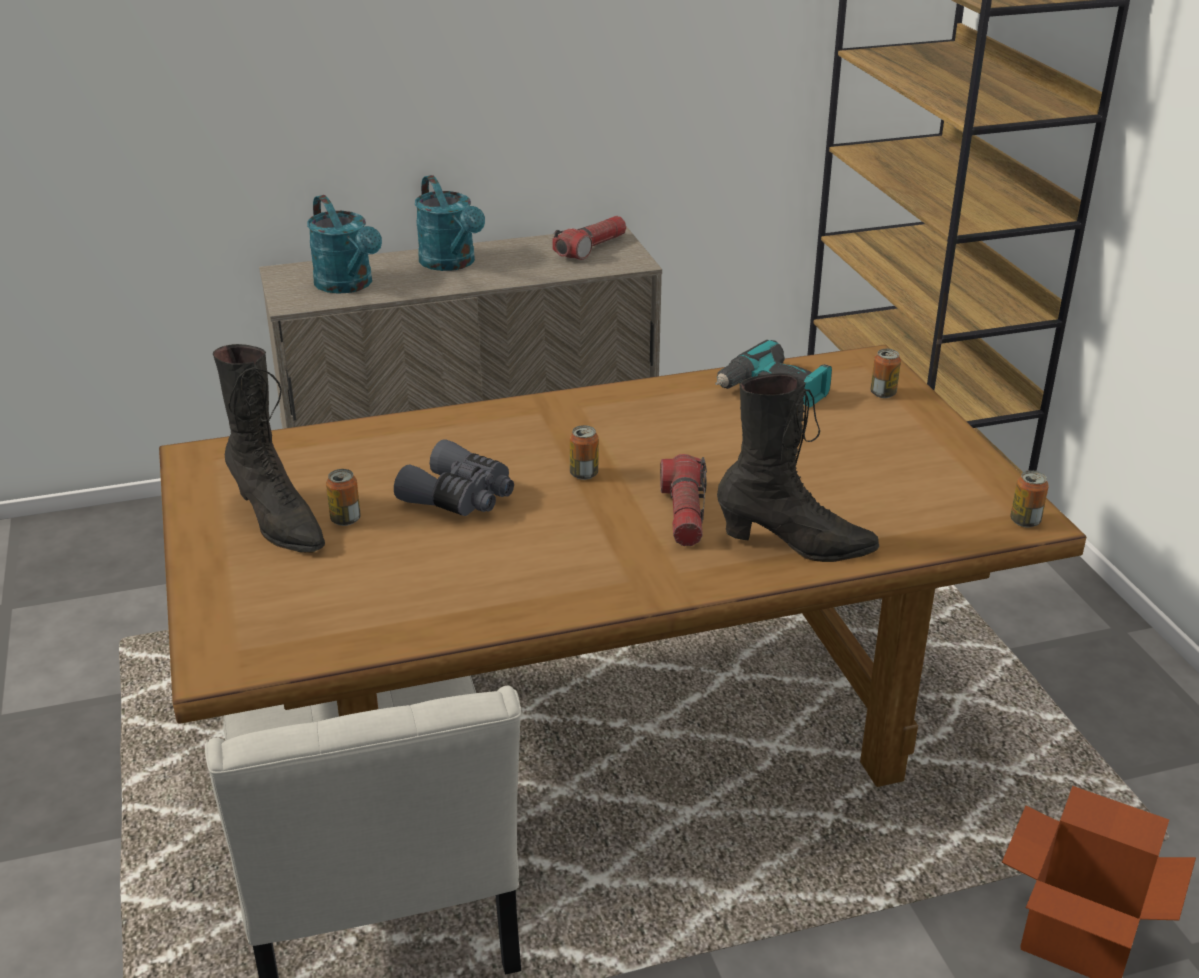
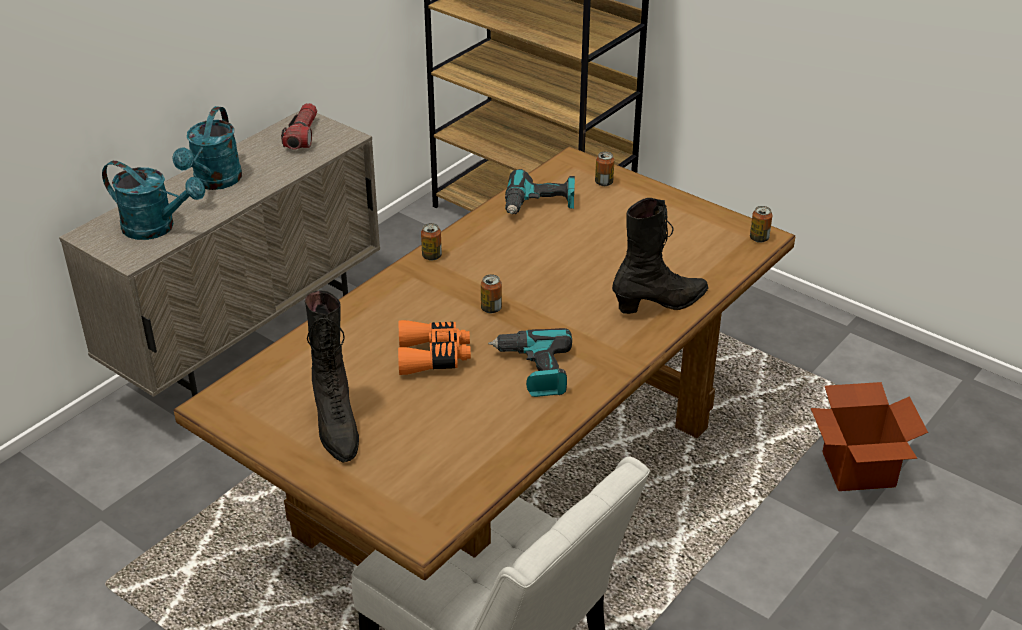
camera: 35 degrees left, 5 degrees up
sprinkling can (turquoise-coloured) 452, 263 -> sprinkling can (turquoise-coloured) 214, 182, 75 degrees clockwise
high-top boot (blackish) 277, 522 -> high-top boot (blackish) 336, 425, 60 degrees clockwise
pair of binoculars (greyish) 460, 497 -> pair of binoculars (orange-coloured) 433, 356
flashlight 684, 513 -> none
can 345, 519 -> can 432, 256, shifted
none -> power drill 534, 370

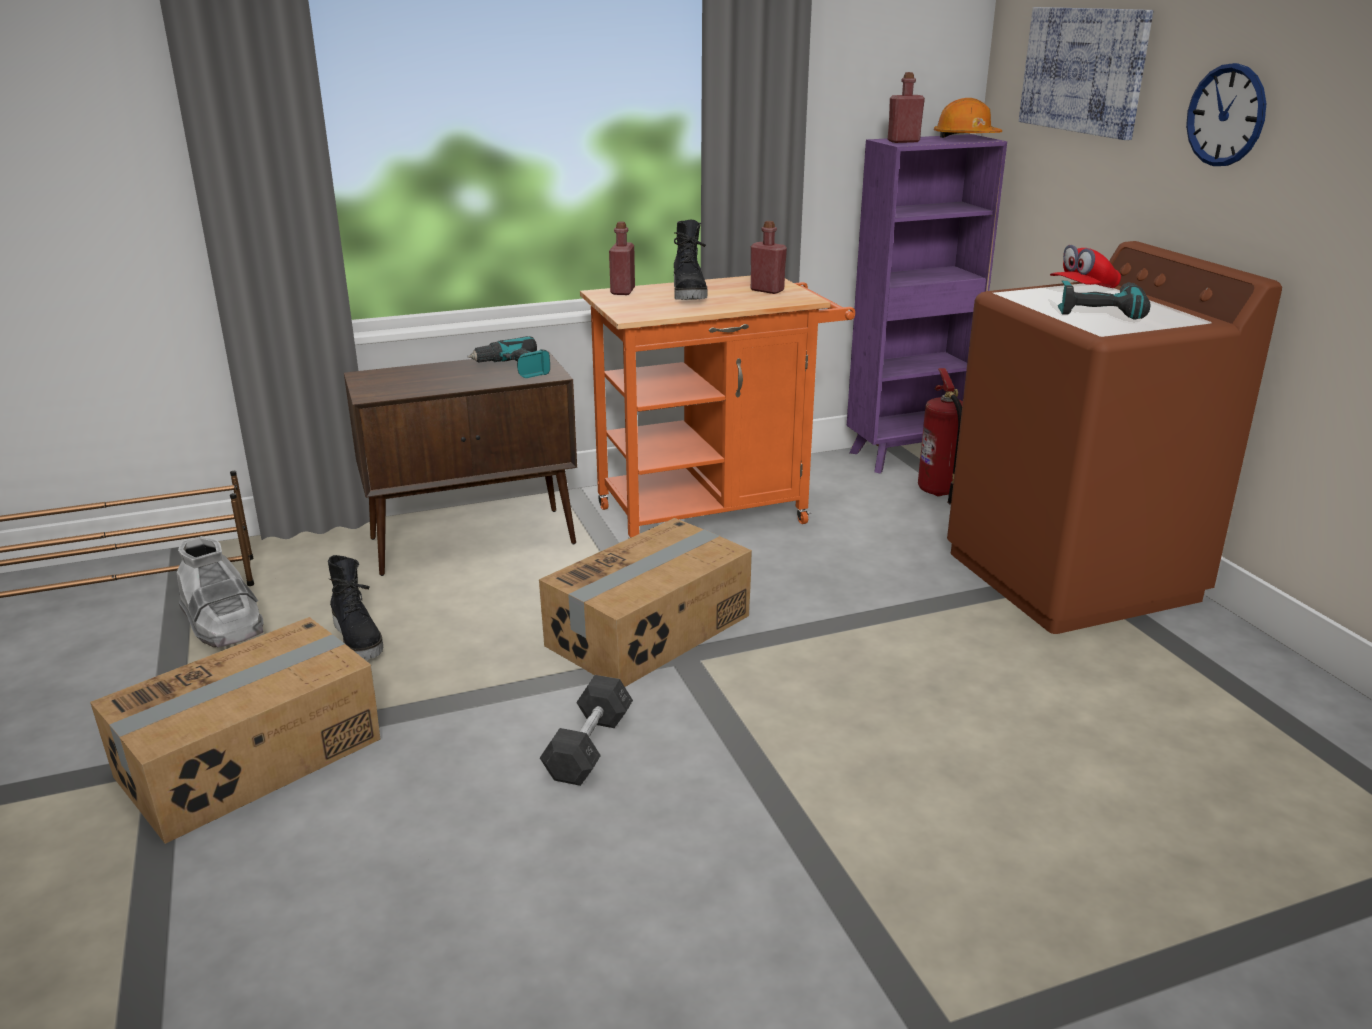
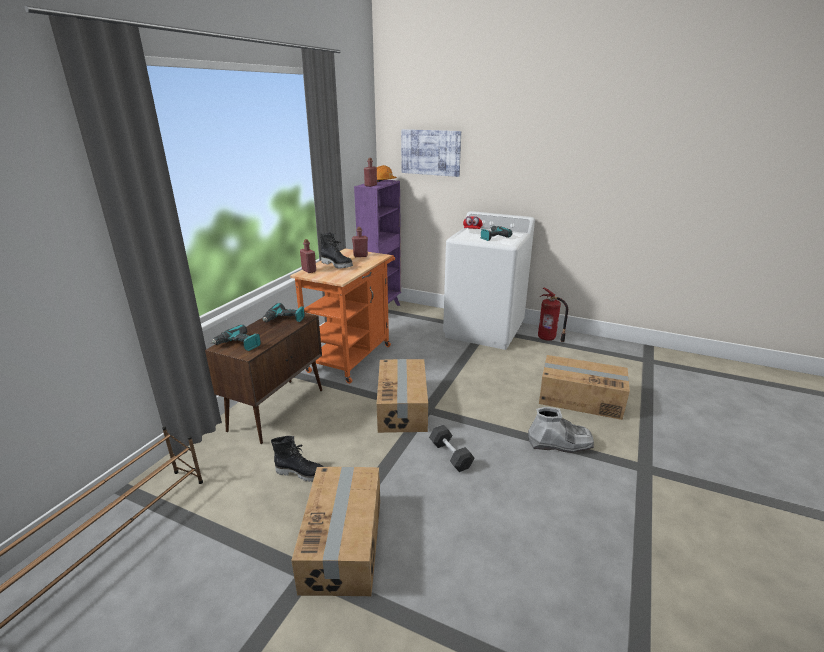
camera: 45 degrees left, 0 degrees up
clock on the wall 1226, 115 -> none
laundry appliance (brown) 1072, 576 -> laundry appliance (white-coloured) 484, 330
extinguisher 938, 492 -> extinguisher 547, 338, shifted
high-top boot (greyish) 223, 625 -> high-top boot (greyish) 559, 443, shifted
none -> power drill 238, 345
none -> packing box 580, 398

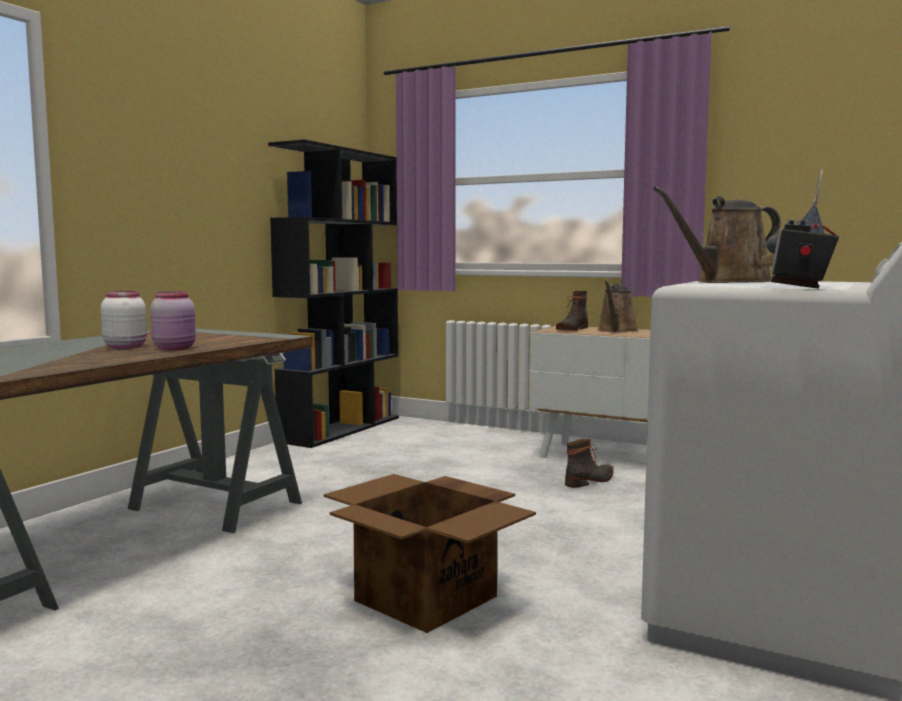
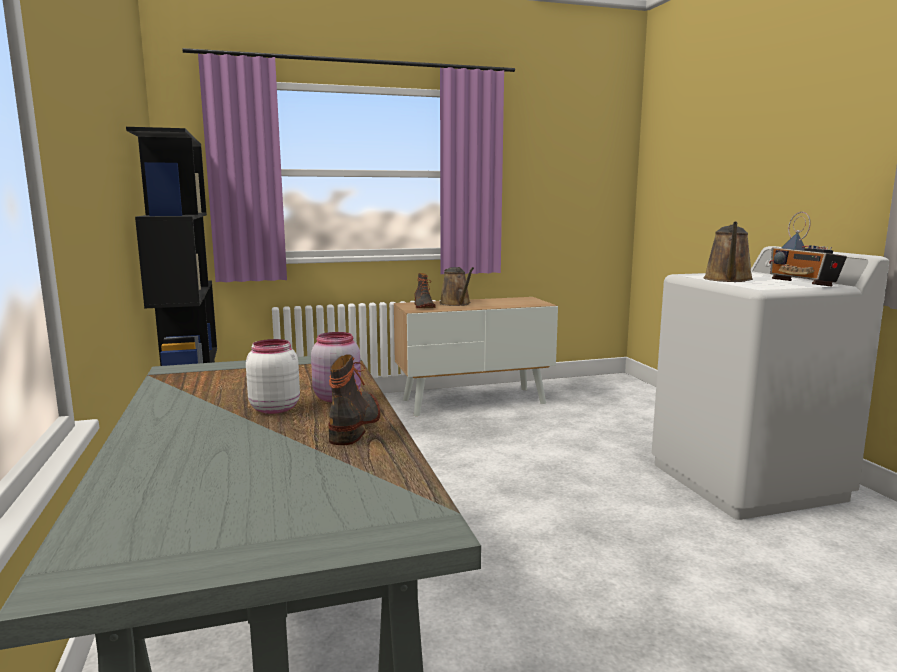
camera: 45 degrees left, 5 degrees up
high-top boot 590, 480 -> high-top boot 355, 424, shifted
packing box 427, 599 -> none

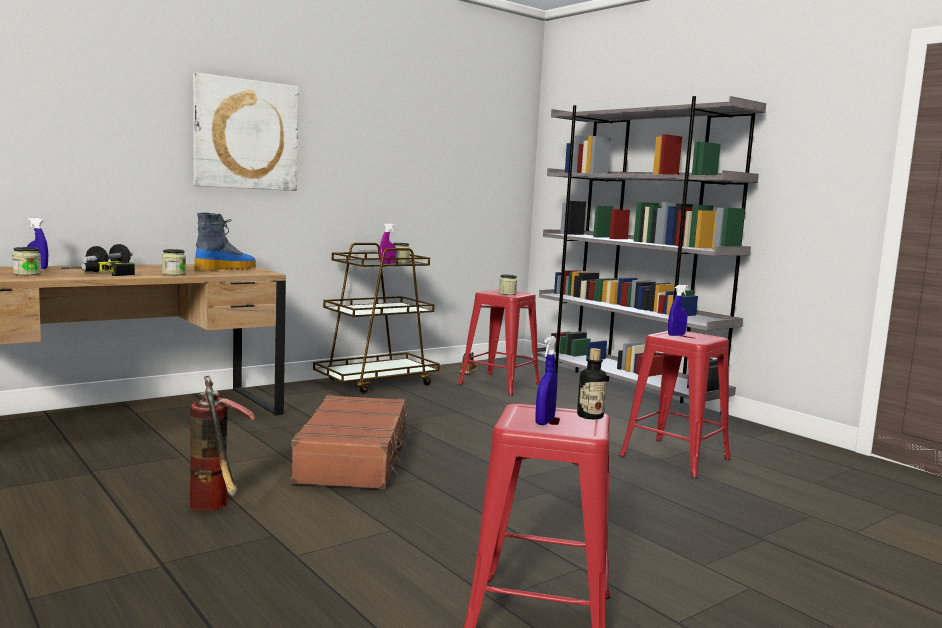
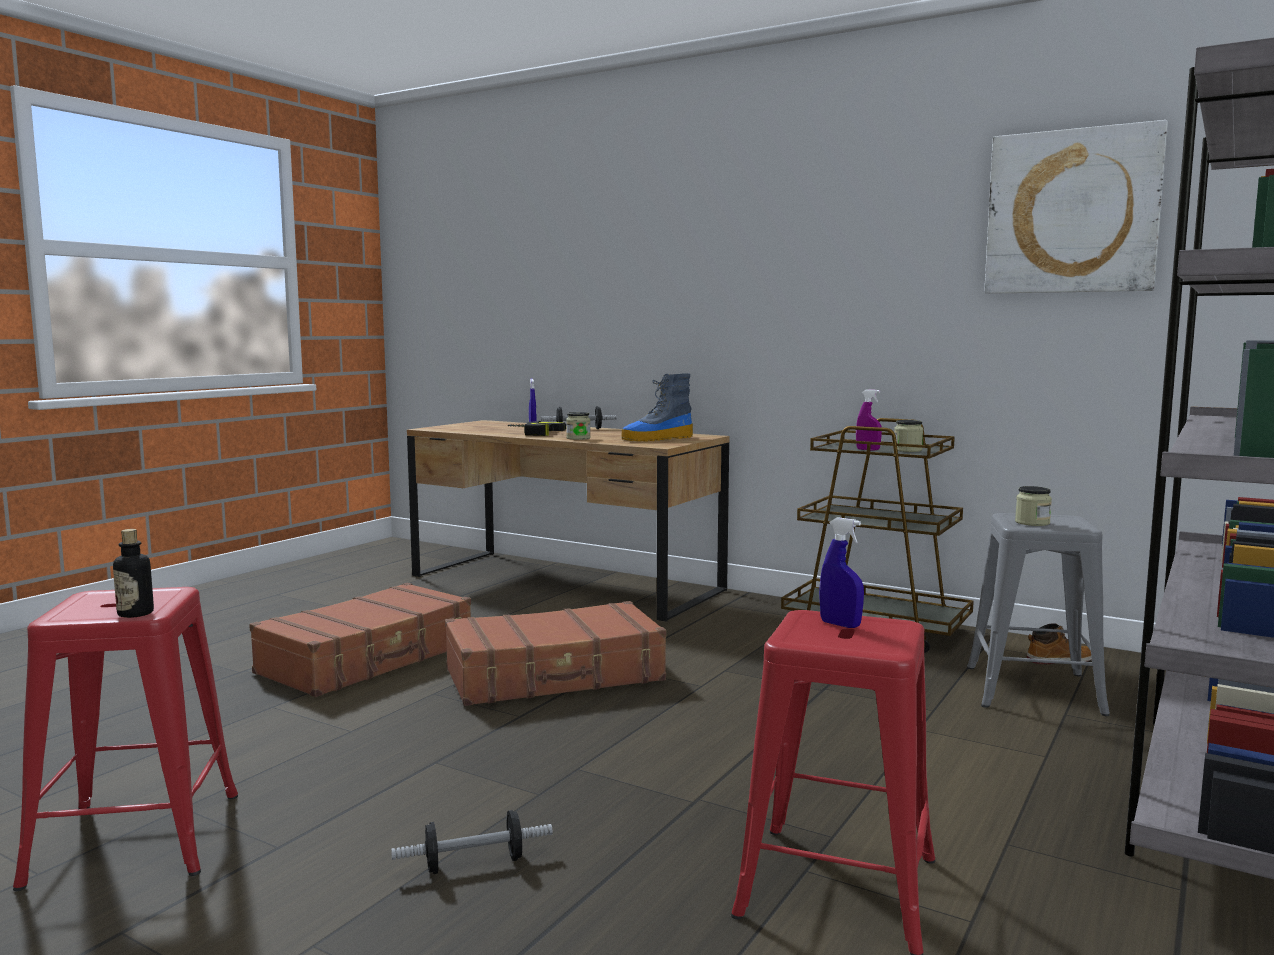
camera: 70 degrees right, 0 degrees up
wall picture 246, 134 -> wall picture 1072, 212, shifted
high-top boot 225, 269 -> high-top boot 657, 439, 135 degrees clockwise
jar 27, 274 -> none
stool seat (reddish) 499, 384 -> stool seat (greyish) 1033, 690
sprayer (blue) 544, 422 -> none
extinguisher 217, 508 -> suitcase (brown) 369, 659
none -> dumbbell 474, 864

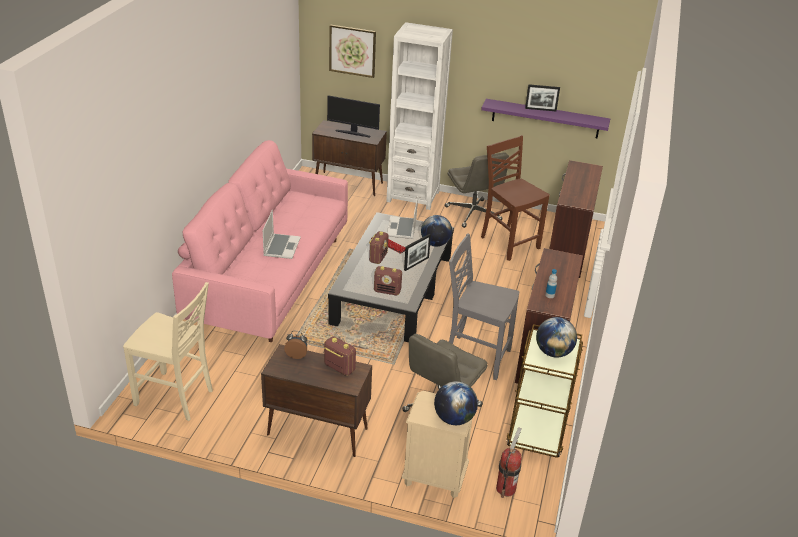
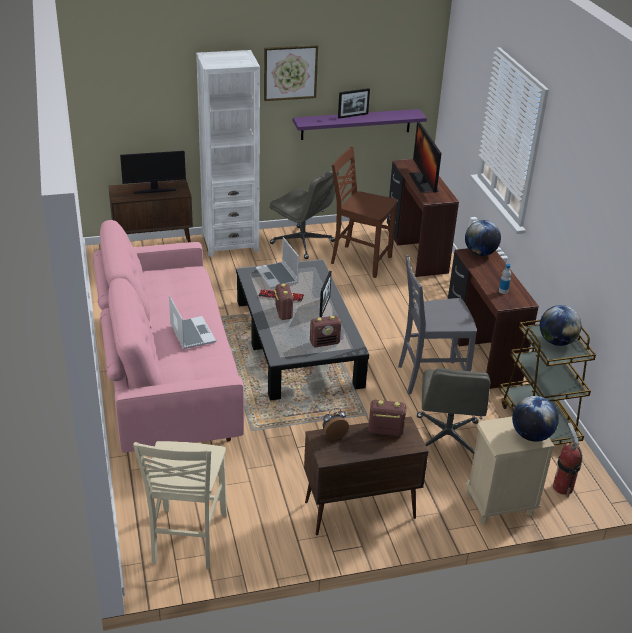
camera: 30 degrees left, 0 degrees up
wall picture 352, 50 -> wall picture 290, 72, shifted
globe 435, 243 -> globe 480, 253, shifted
upright chair (sand-coloured) 175, 398 -> upright chair (sand-coloured) 187, 539, 105 degrees clockwise
none -> monitor 423, 182

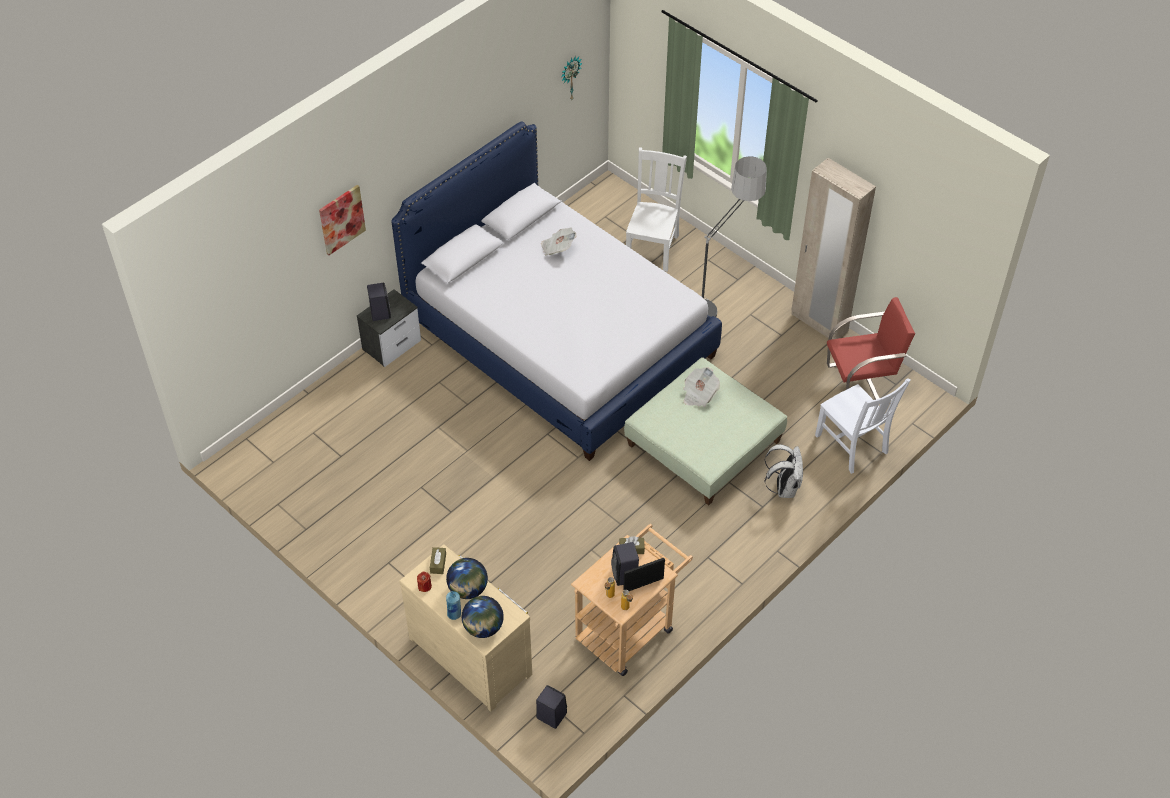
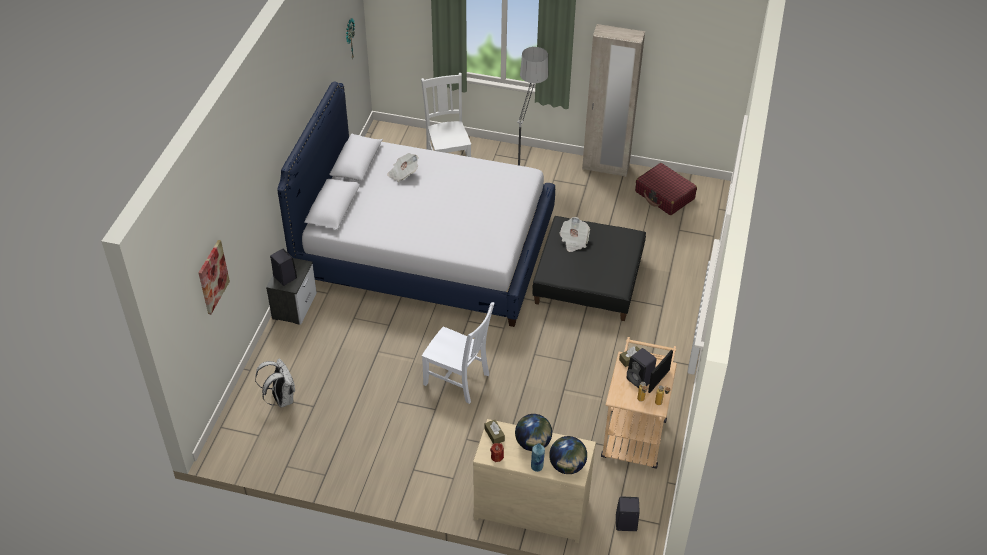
camera: 30 degrees left, 5 degrees down
wall picture 341, 219 -> wall picture 213, 277, shifted
upright chair (reddish) 861, 382 -> suitcase (reddish) 664, 195
pouffe (green-coloured) 703, 443 -> pouffe (blackish) 588, 279
upright chair (white-coloured) 853, 446 -> upright chair (white-coloured) 458, 380, shifted
rucksack (white-coloured) 783, 487 -> rucksack (white-coloured) 281, 398, shifted

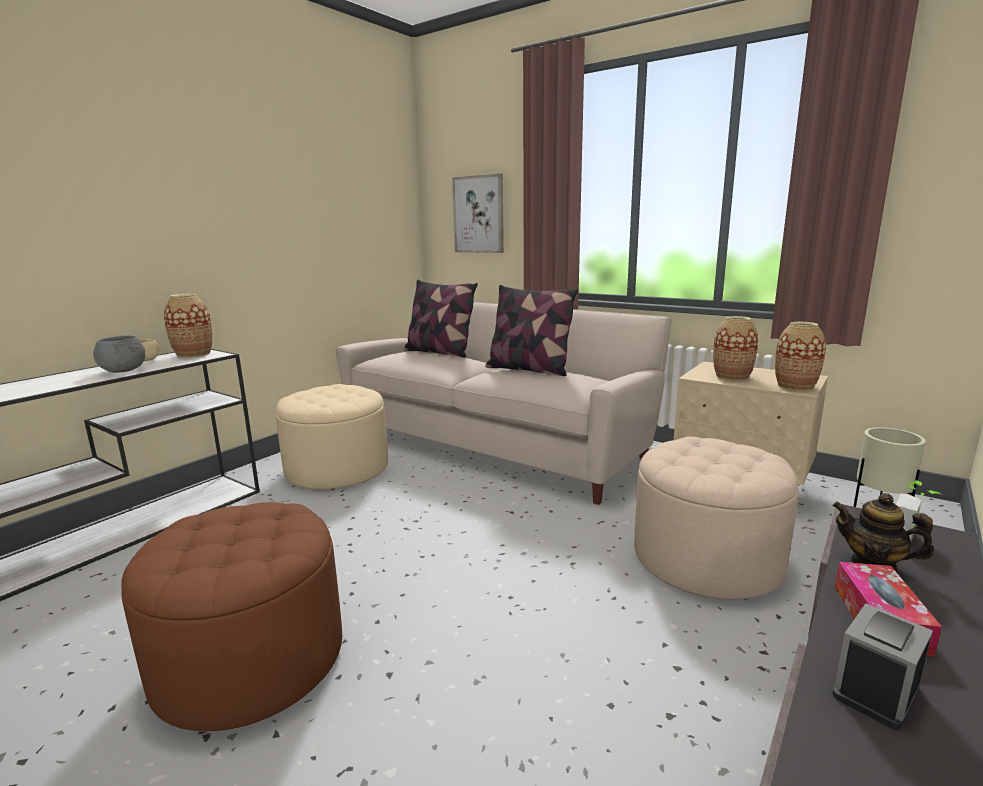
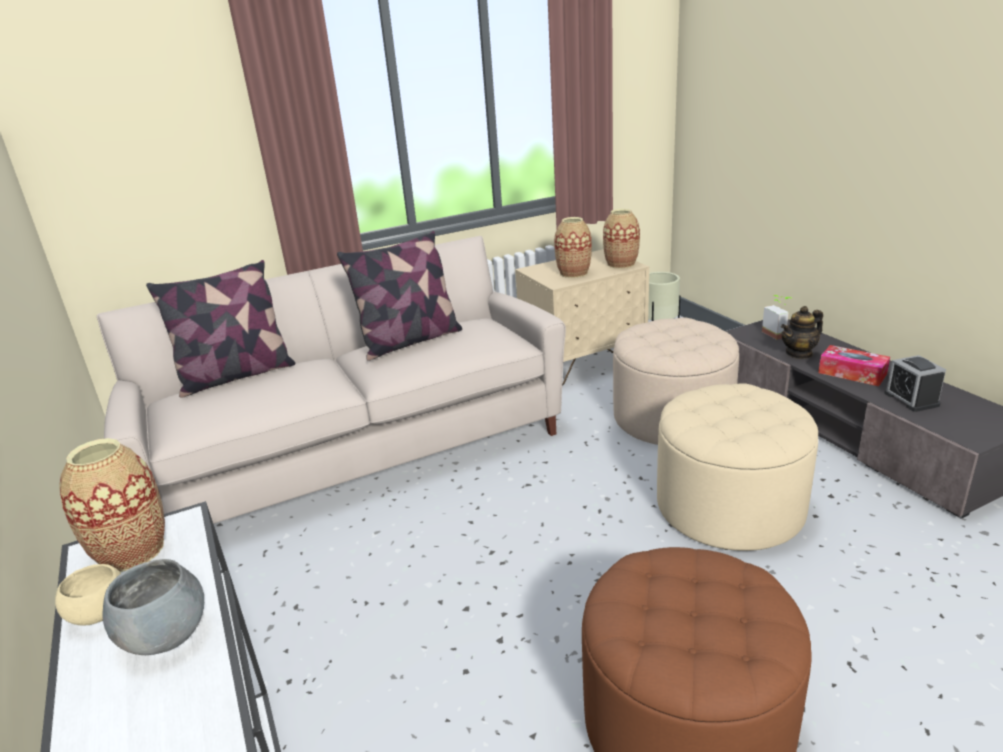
camera: 60 degrees left, 10 degrees up
wall picture 479, 214 -> none
pouffe (sand-coloured) 337, 468 -> pouffe (sand-coloured) 729, 506, shifted

